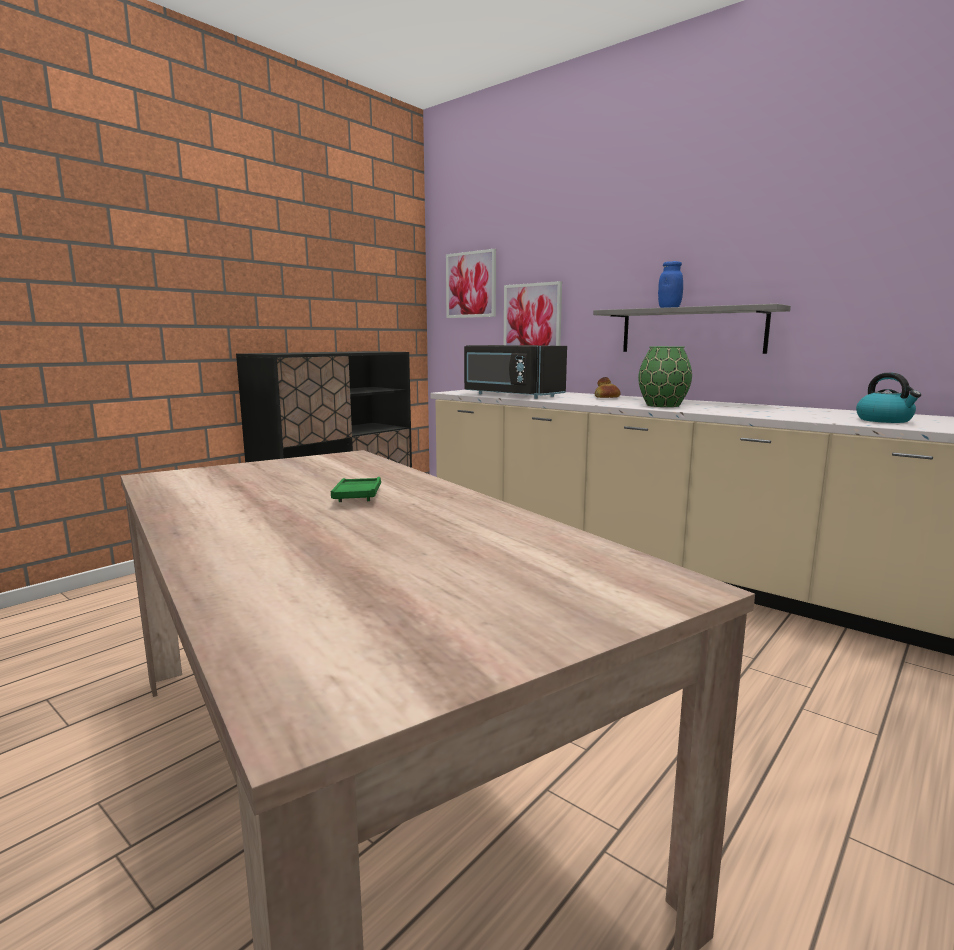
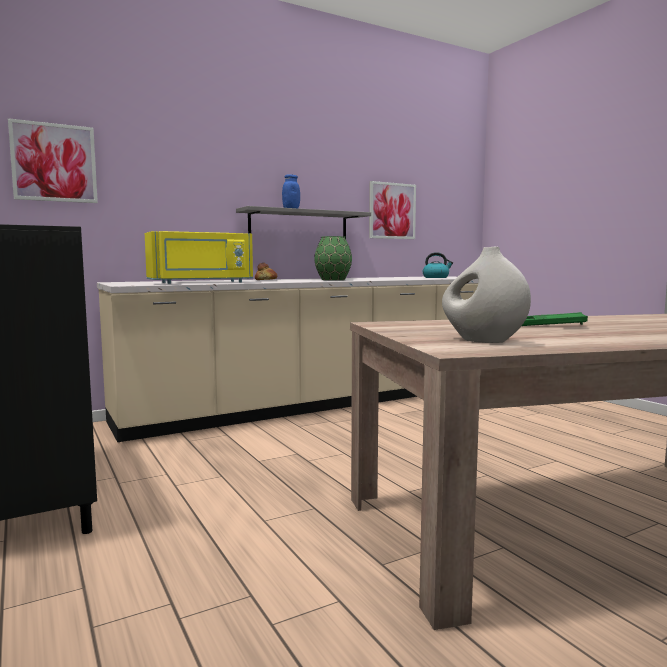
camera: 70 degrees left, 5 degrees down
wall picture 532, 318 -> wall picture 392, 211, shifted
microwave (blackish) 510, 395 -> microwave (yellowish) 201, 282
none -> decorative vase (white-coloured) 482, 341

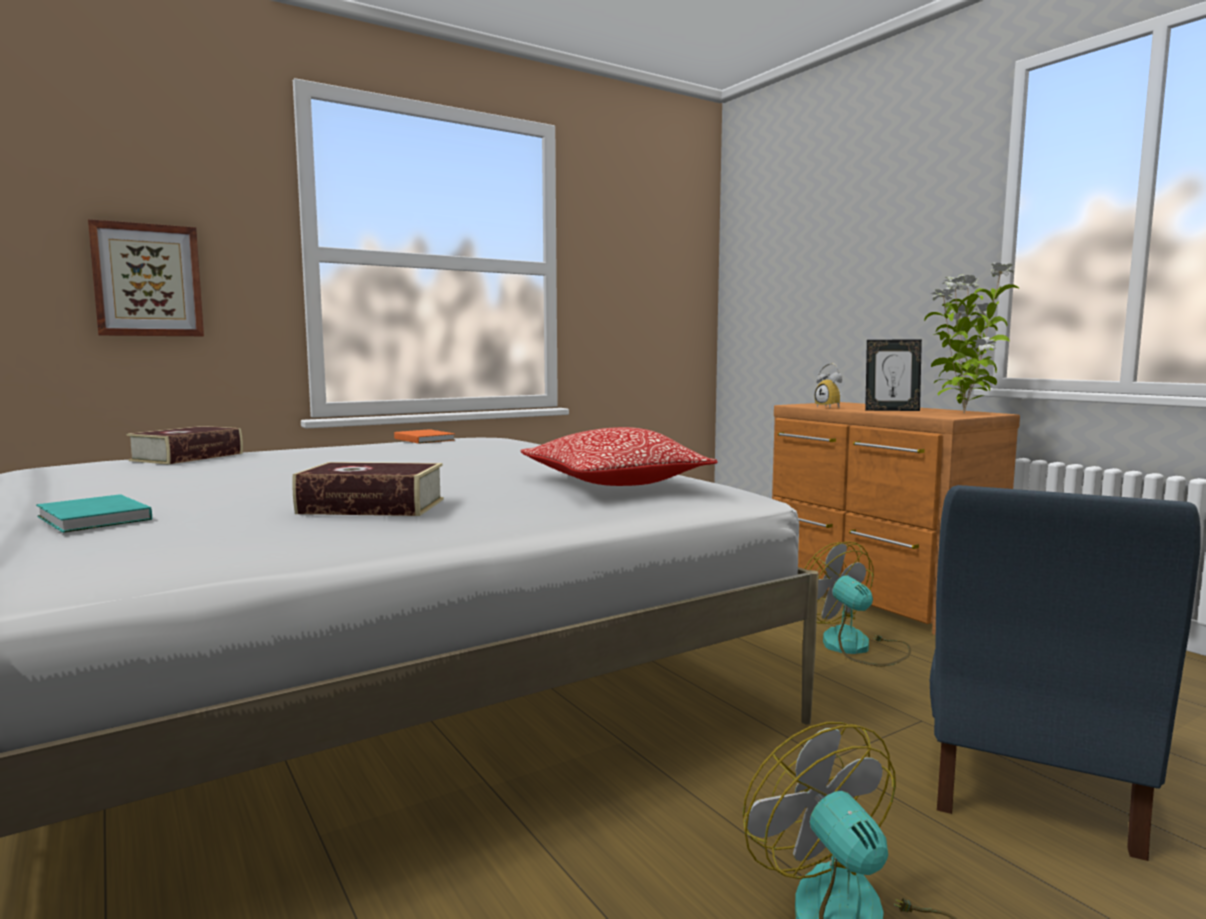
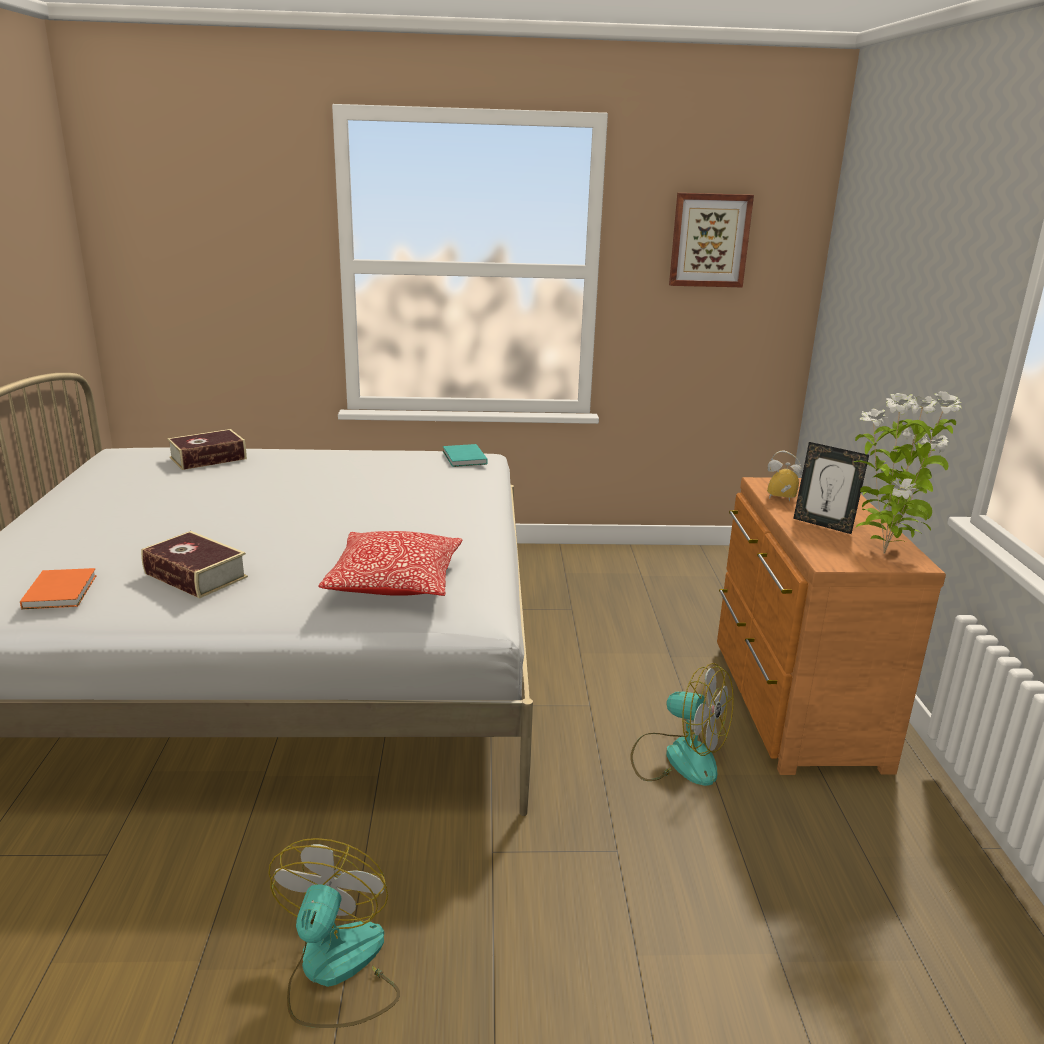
camera: 30 degrees right, 15 degrees up
wall picture 147, 280 -> wall picture 709, 240, shifted
bedside clock 831, 407 -> bedside clock 780, 499, 105 degrees clockwise
bound book (orange-coloured) 424, 439 -> bound book (orange-coloured) 62, 591, shifted
upright chair (blue) 1031, 783 -> none
bound book (turquoise-coloured) 93, 519 -> bound book (turquoise-coloured) 464, 458, shifted
fan 856, 647 -> fan 678, 757, 120 degrees clockwise

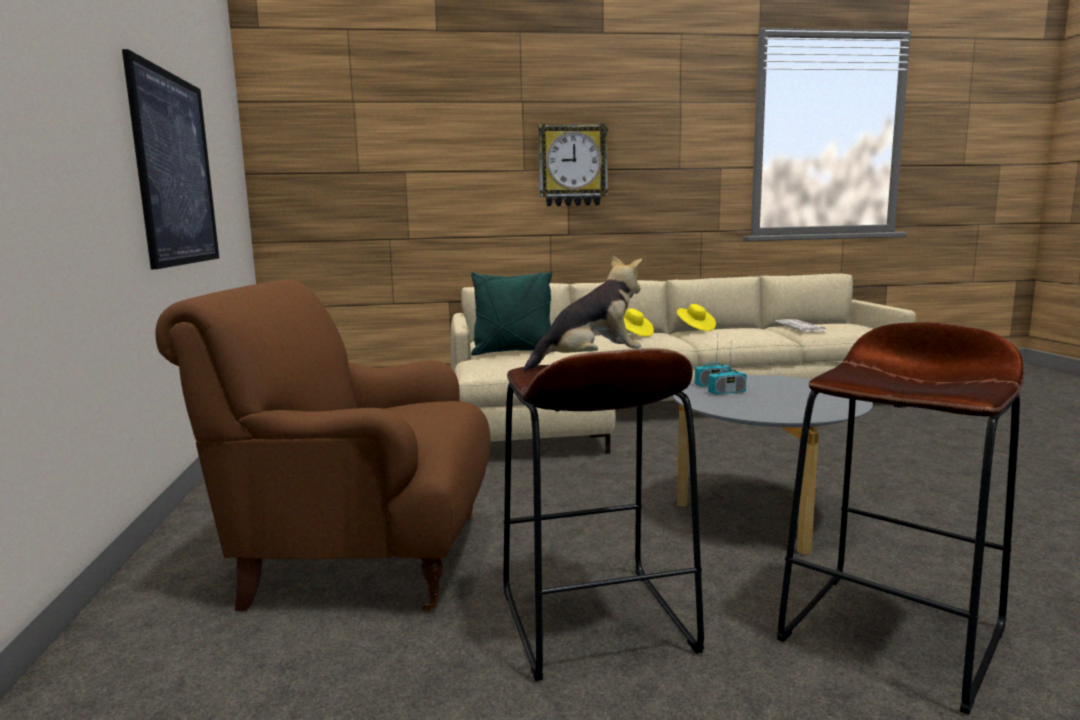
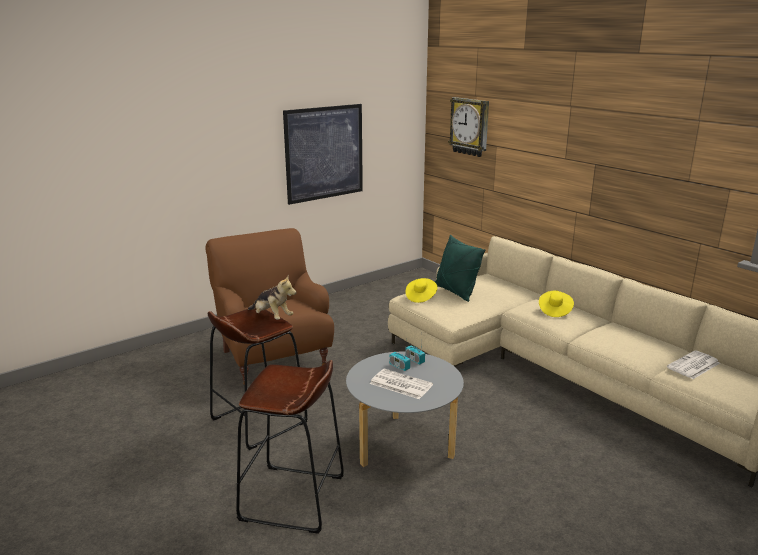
camera: 60 degrees right, 10 degrees up
clock on the wall 572, 165 -> clock on the wall 470, 126, shifted
clothing hat (yellowish) 695, 328 -> clothing hat (yellowish) 421, 297, shifted
none -> newspaper 400, 384

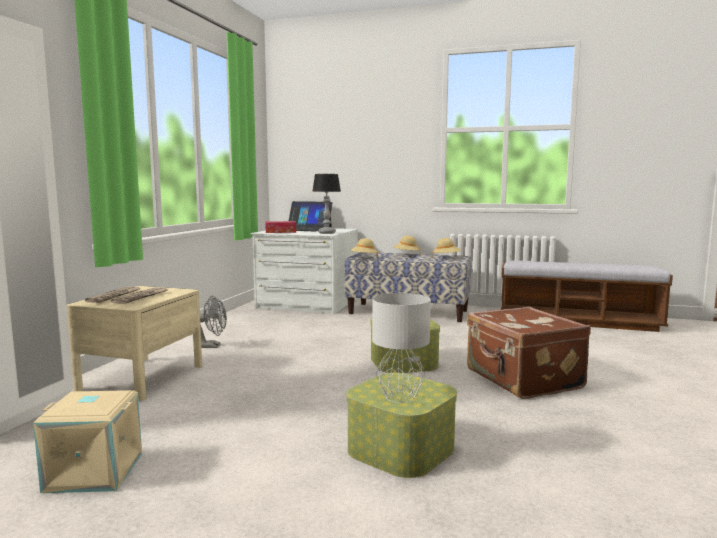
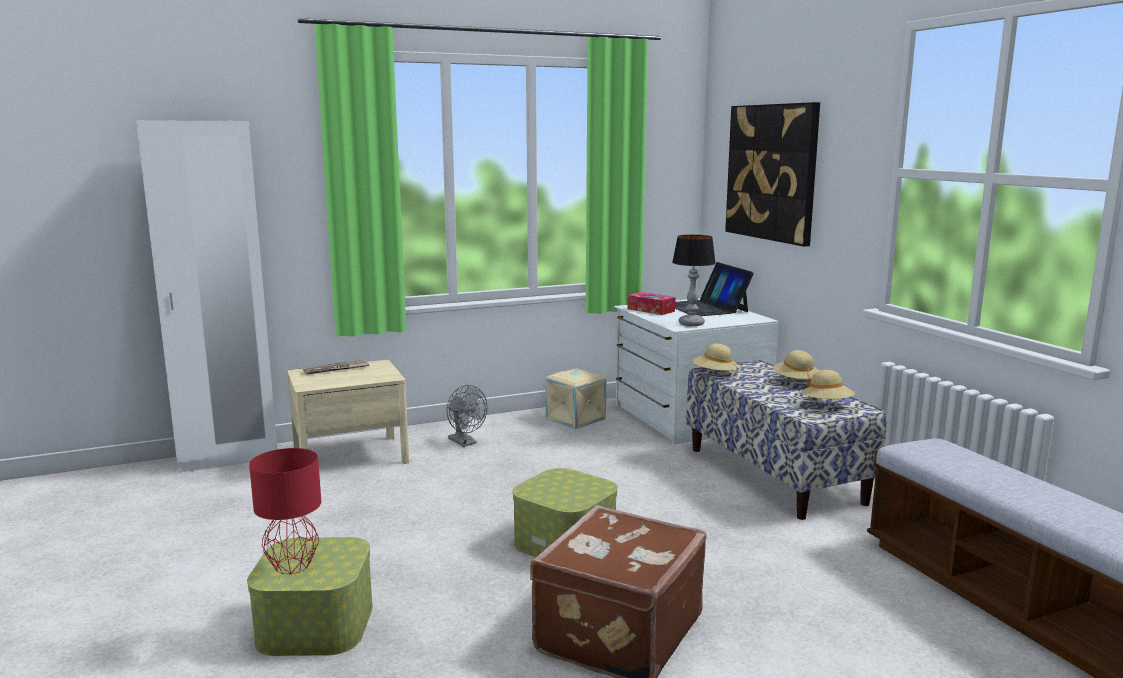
camera: 50 degrees right, 5 degrees up
newspaper 141, 297 -> none
tabletop lamp (greyish) 401, 397 -> tabletop lamp (reddish) 292, 566
storage box (sand-coloured) 95, 471 -> storage box (sand-coloured) 576, 418, shifted
none -> wall picture 771, 172

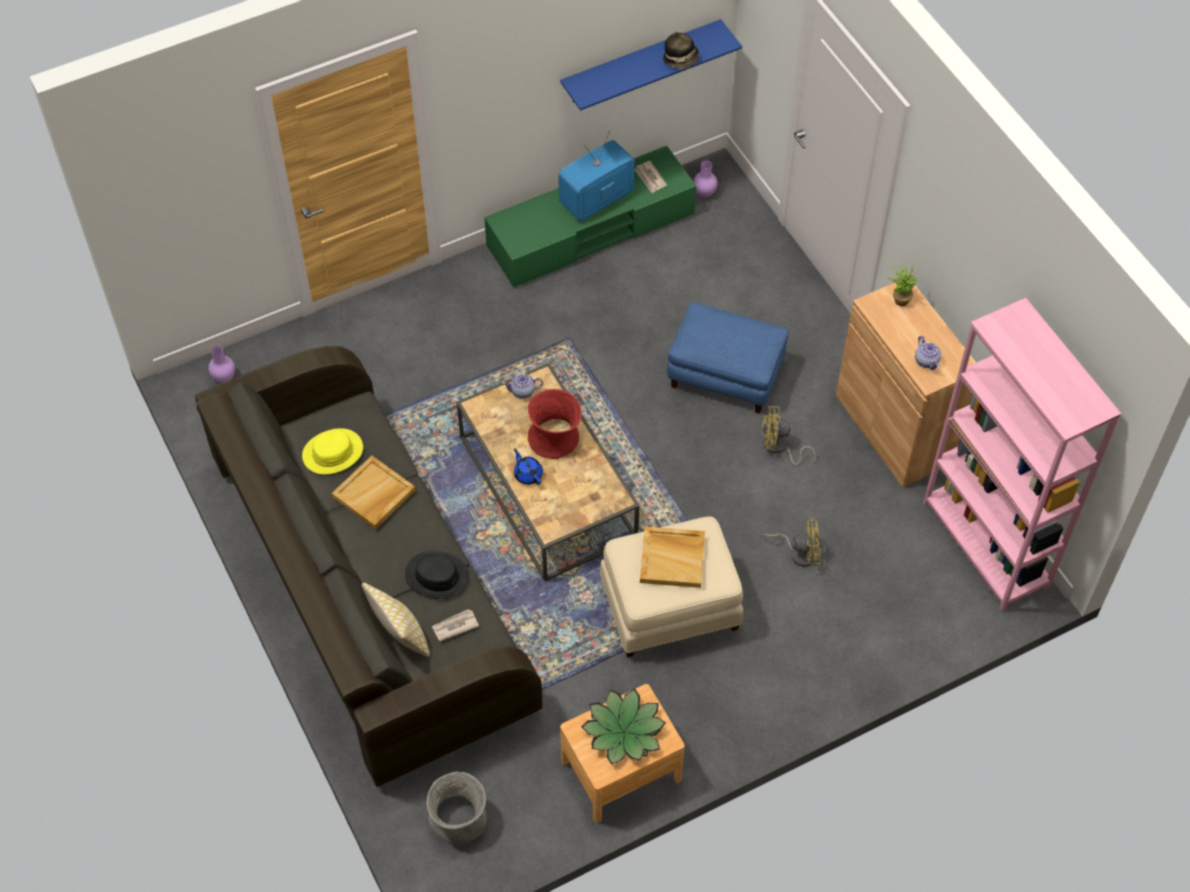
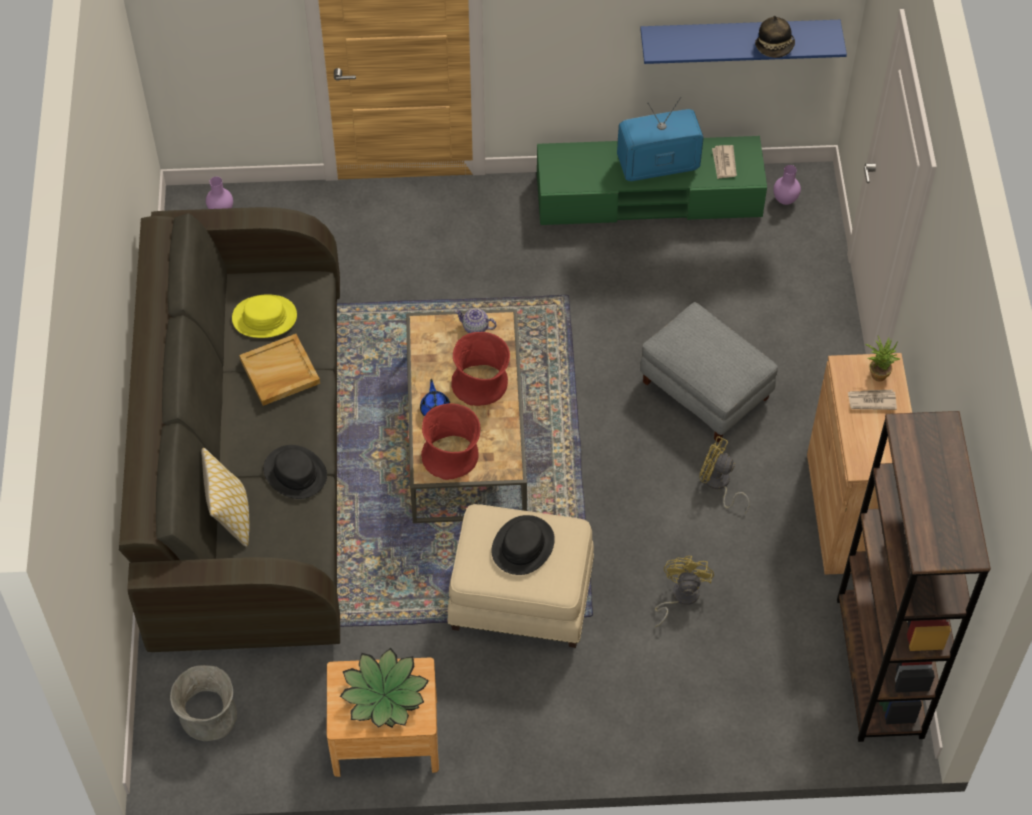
camera: 25 degrees right, 0 degrees up
bookcase (pink-coloured) 985, 545 -> bookcase (brown) 879, 668
pouffe (blue) 726, 373 -> pouffe (greyish) 706, 389
teapot 926, 360 -> none
fan (yellowish) 799, 552 -> fan (yellowish) 680, 597, 105 degrees counterclockwise
carrying tray (sand-coloured) 673, 558 -> clothing hat (blackish) 523, 546
newspaper 454, 626 -> newspaper 871, 400, shifted
none -> decorative vase (reddish) 451, 456

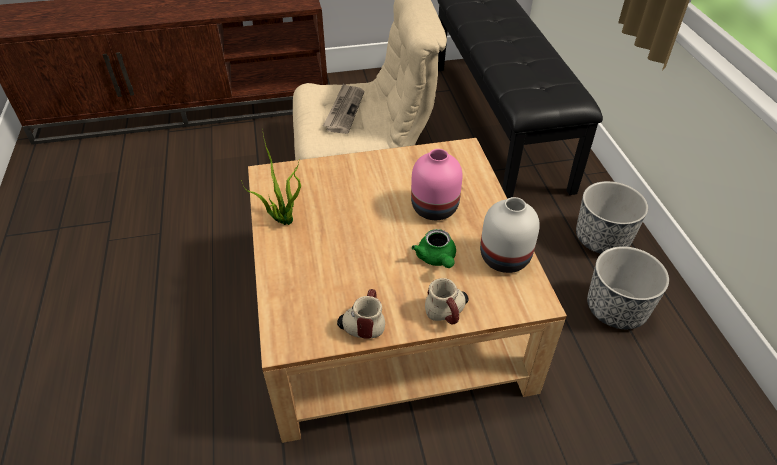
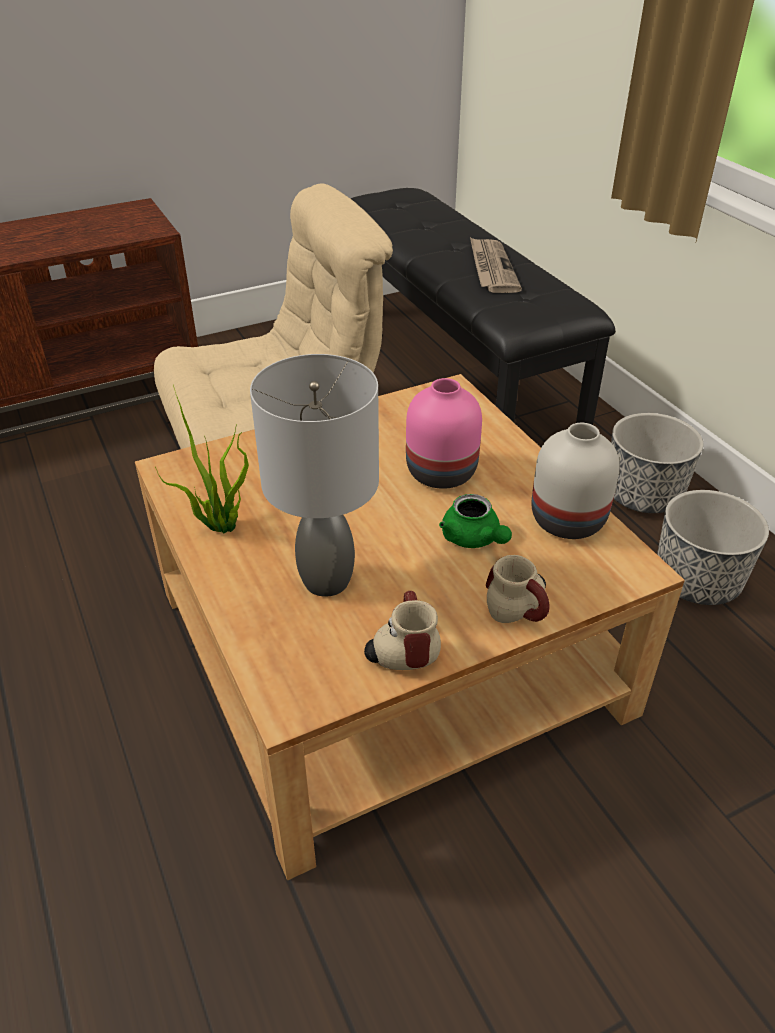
camera: 15 degrees left, 5 degrees down
newspaper 344, 110 -> newspaper 491, 268, shifted
none -> tabletop lamp (greyish) 328, 579

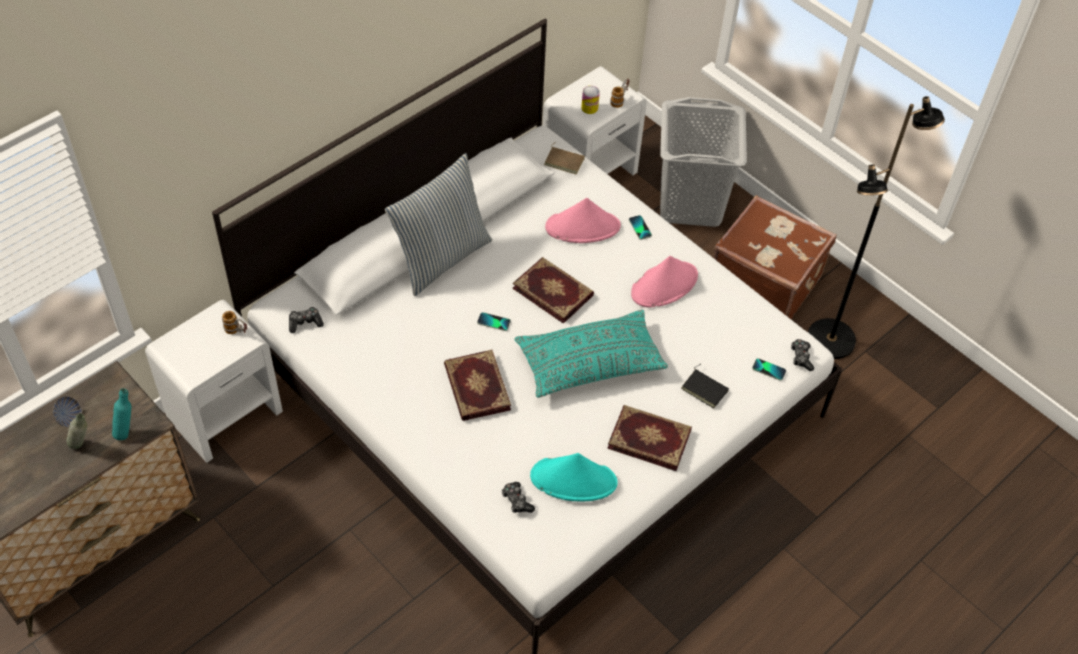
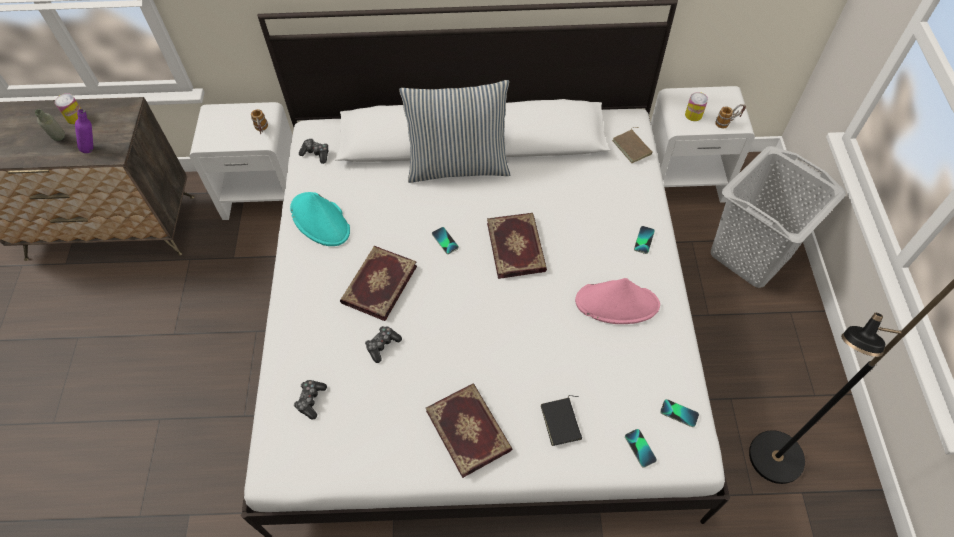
camera: 45 degrees right, 5 degrees up
suitcase (brown) 765, 280 -> none
clothing hat (pink-coloured) 583, 227 -> none
cushion (turquoise-coloured) 589, 363 -> none
joypad 801, 357 -> joypad 382, 345, shifted
beverage bottle (turquoise-coloured) 127, 431 -> beverage bottle (purple-coloured) 94, 149
deep dish 69, 418 -> can 76, 117
clothing hat (turquoise-coloured) 574, 479 -> clothing hat (turquoise-coloured) 320, 220, shifted
none -> handset 679, 413

